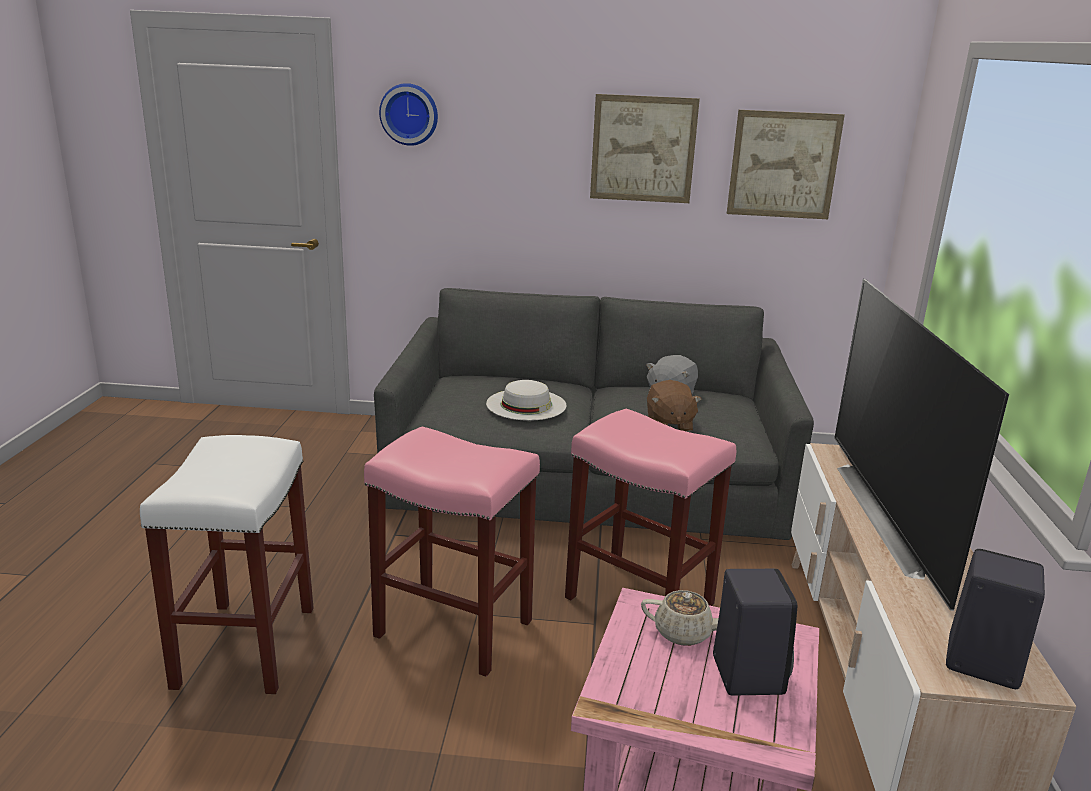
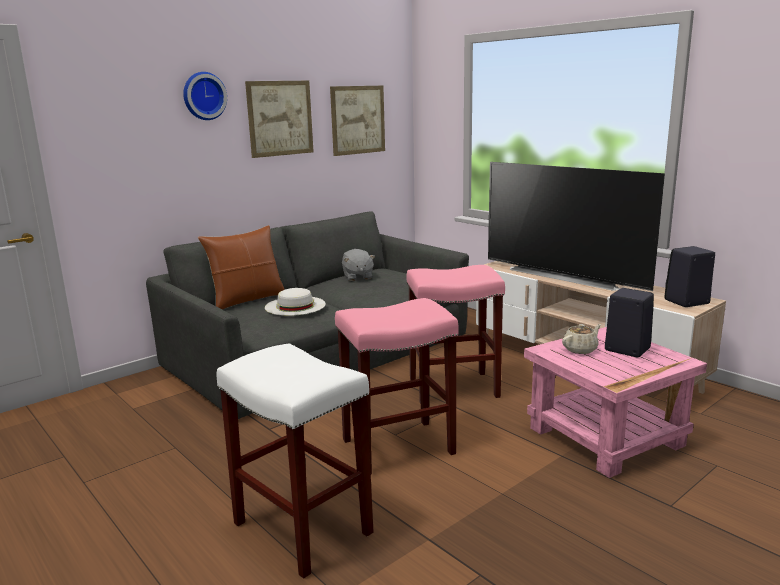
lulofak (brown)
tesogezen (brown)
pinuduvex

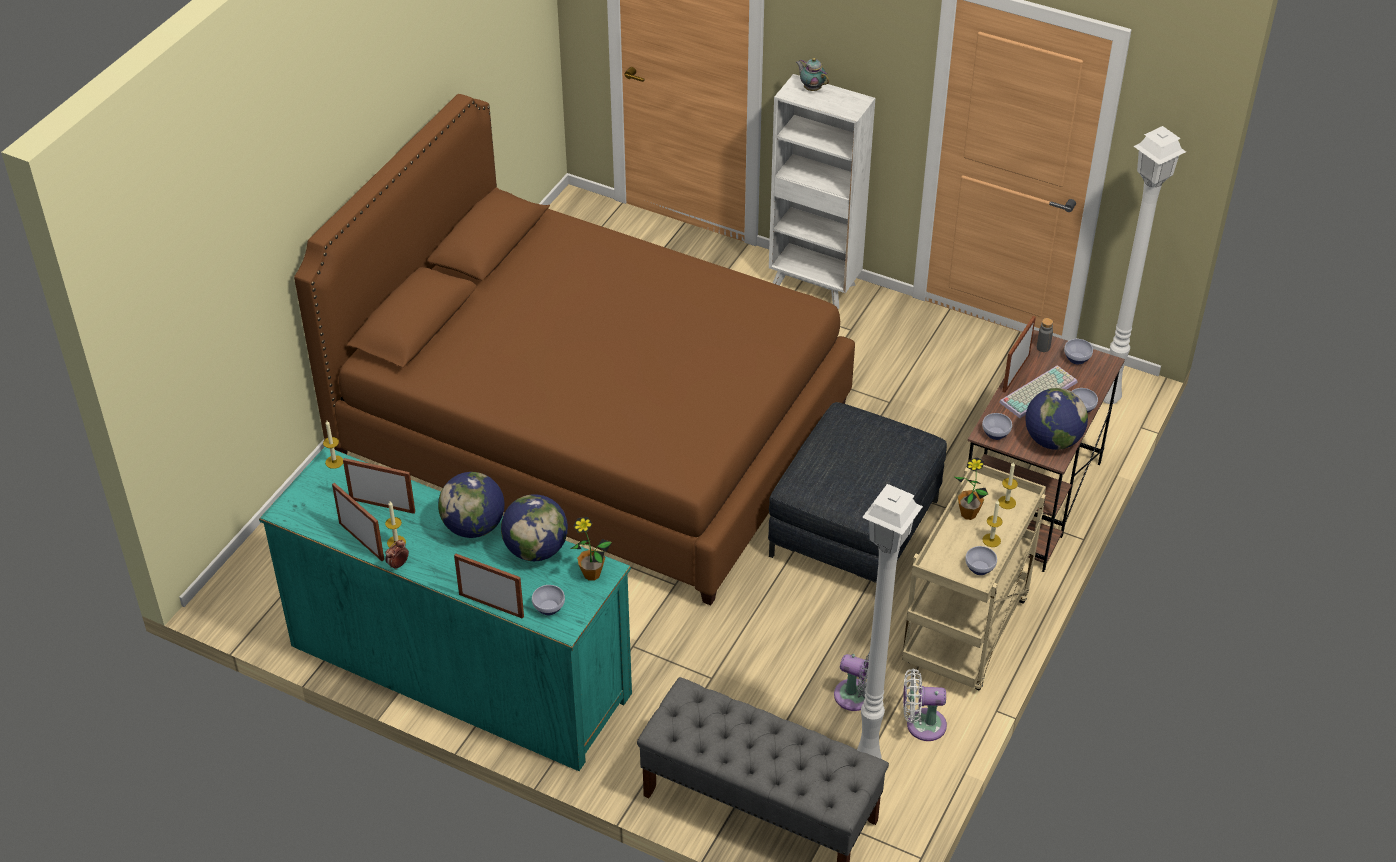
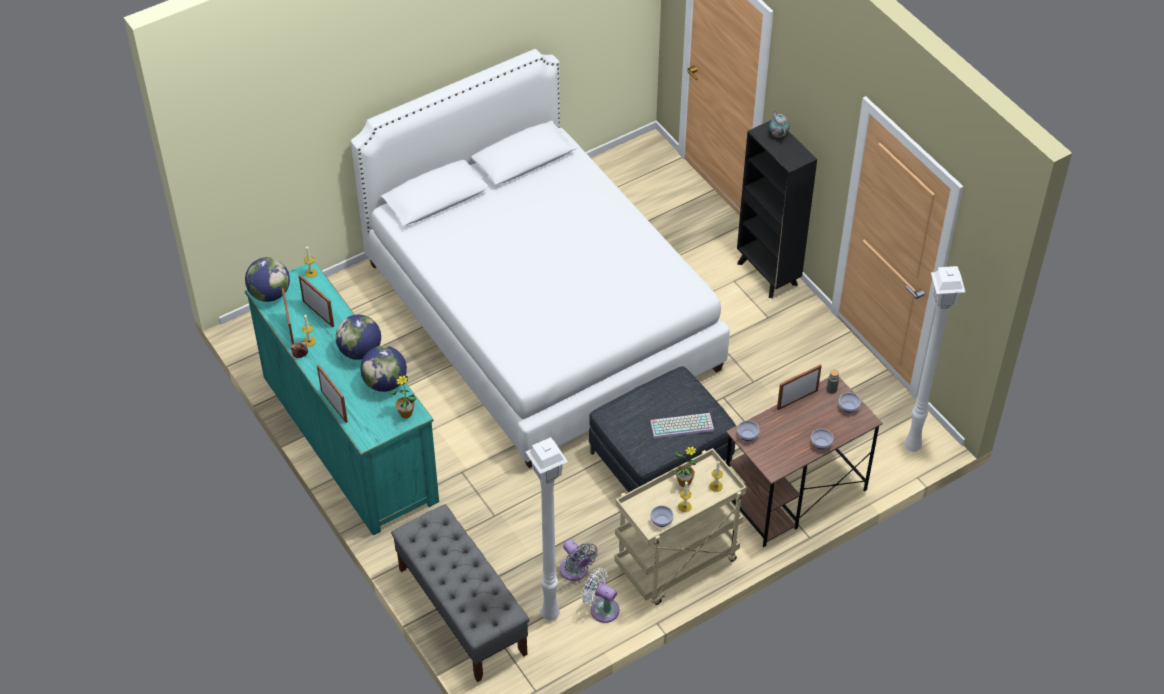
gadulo (1st from left in the first image)
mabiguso
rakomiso (1st from left)
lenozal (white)
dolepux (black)

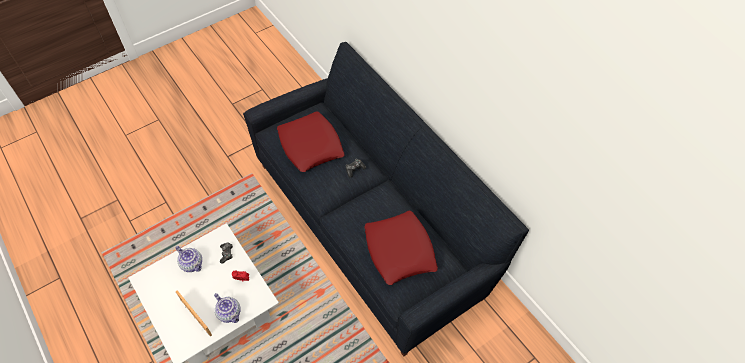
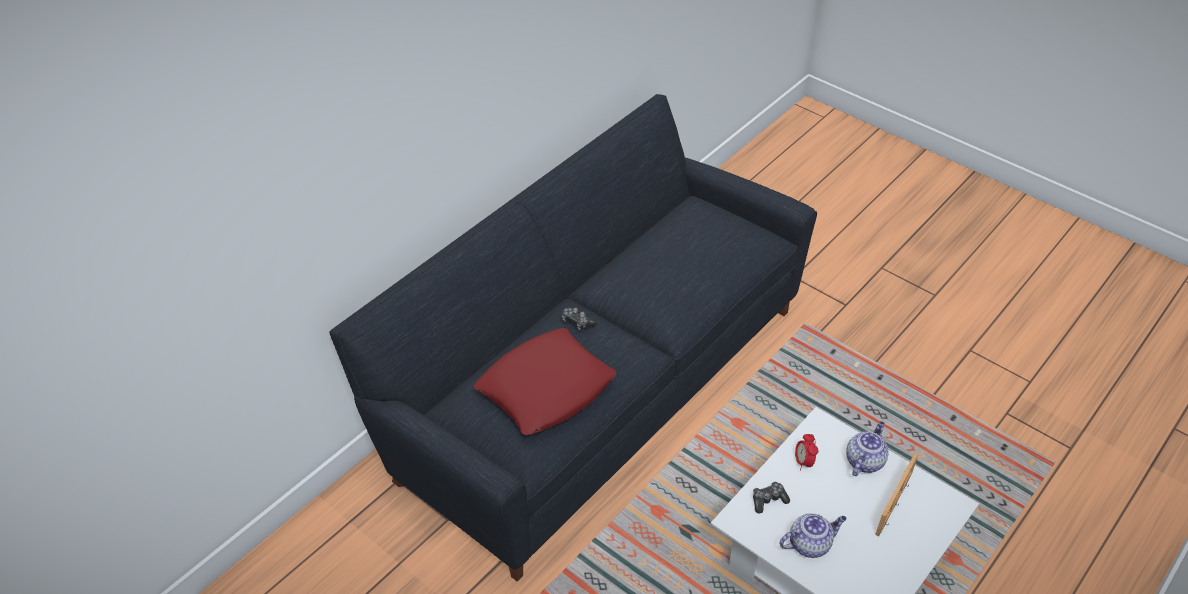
tesogezen (red) (2nd from left in the first image)
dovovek (1st from left)

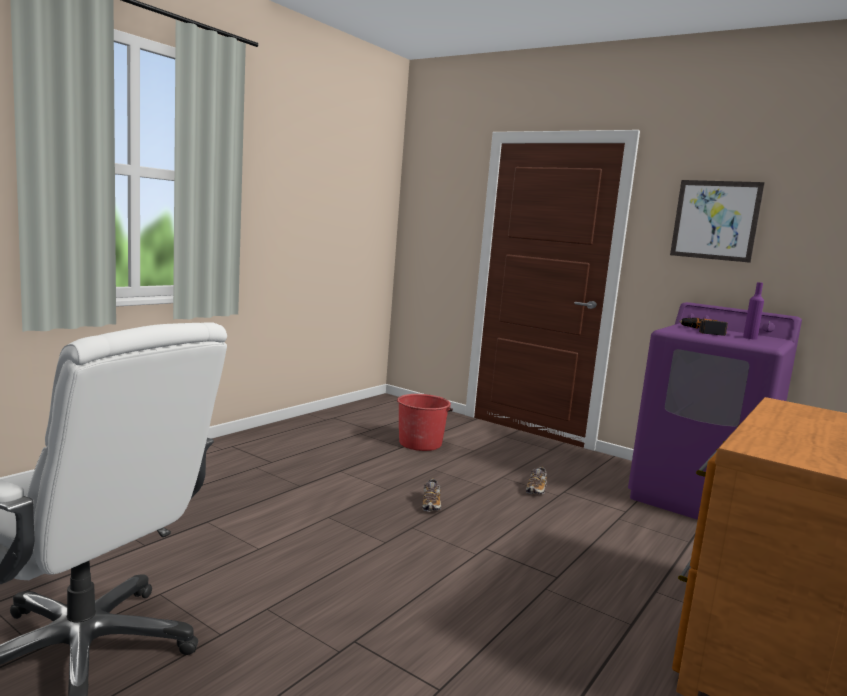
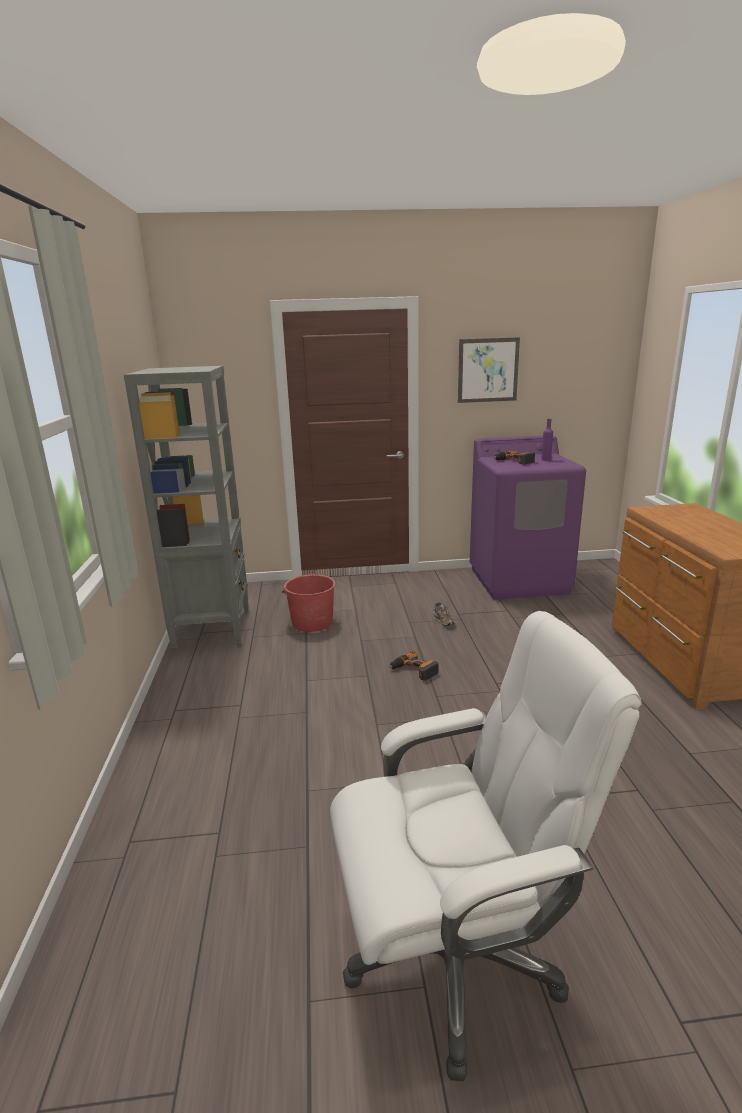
dolepux (grey)
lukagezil (1st from left)

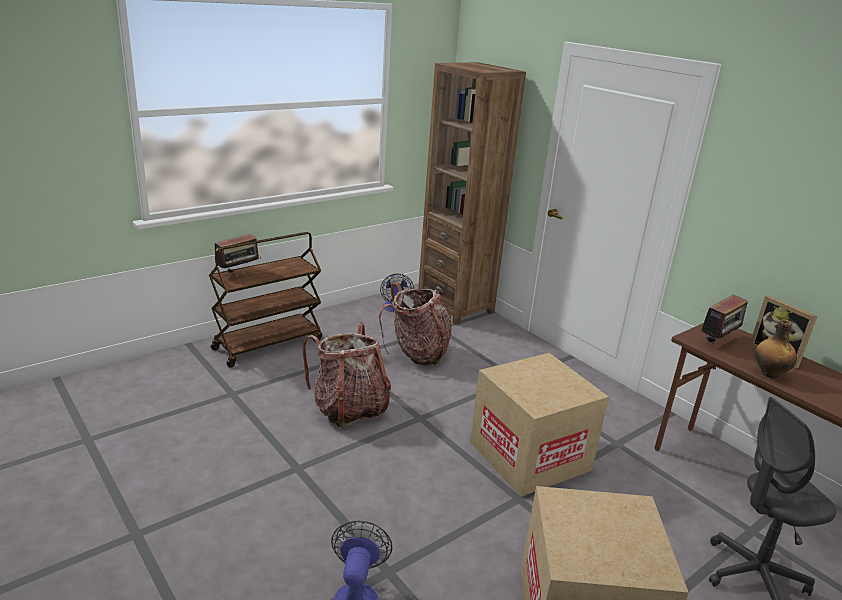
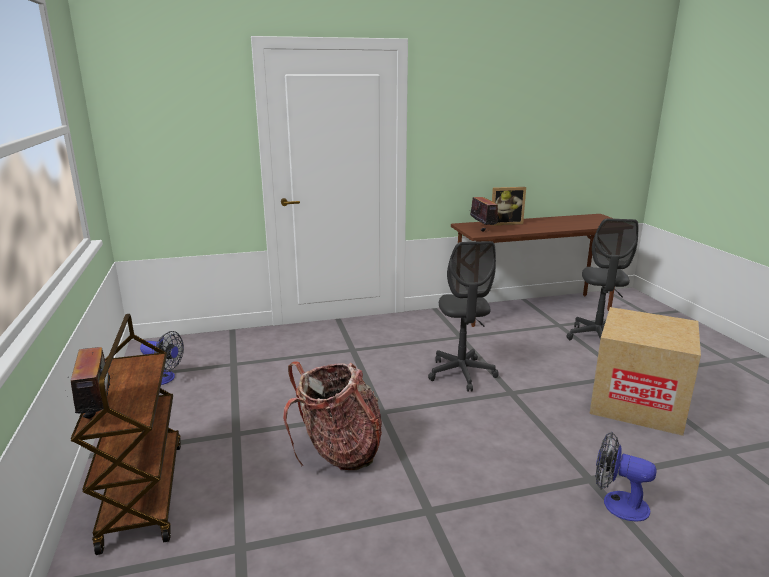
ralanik (2nd from left in the first image)
dolepux (brown)
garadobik
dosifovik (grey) (1st from left)

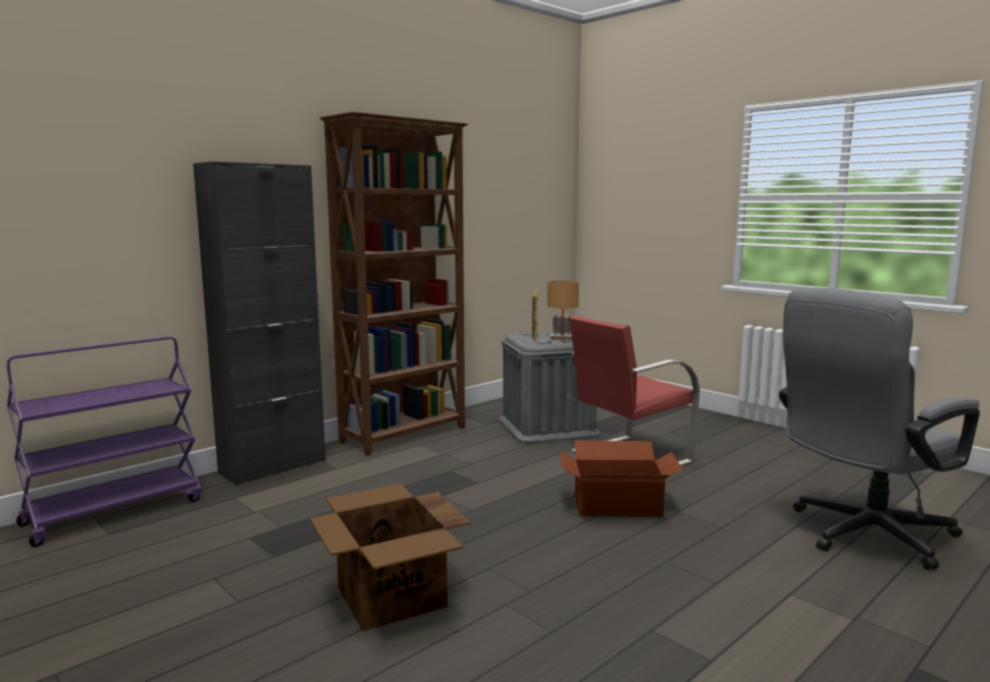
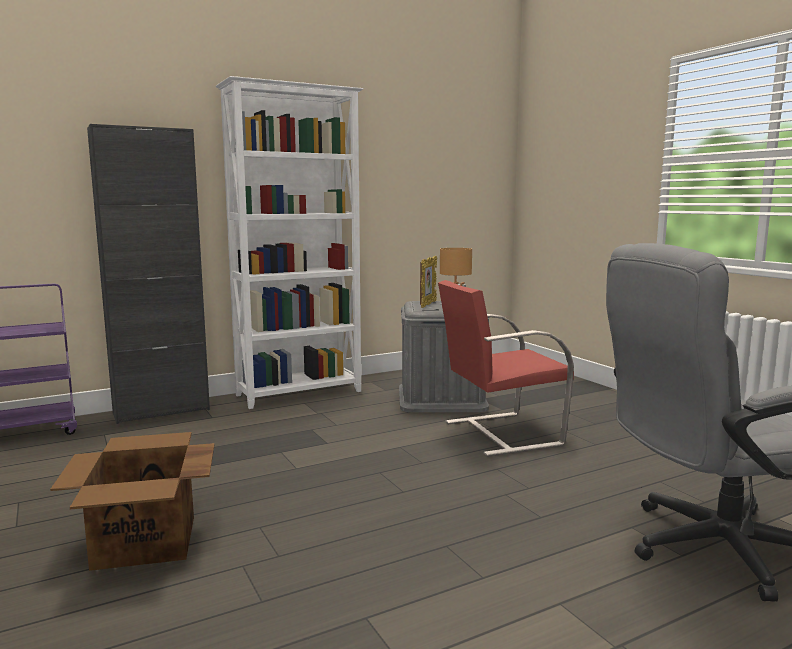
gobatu (2nd from left in the first image)
dolepux (white)

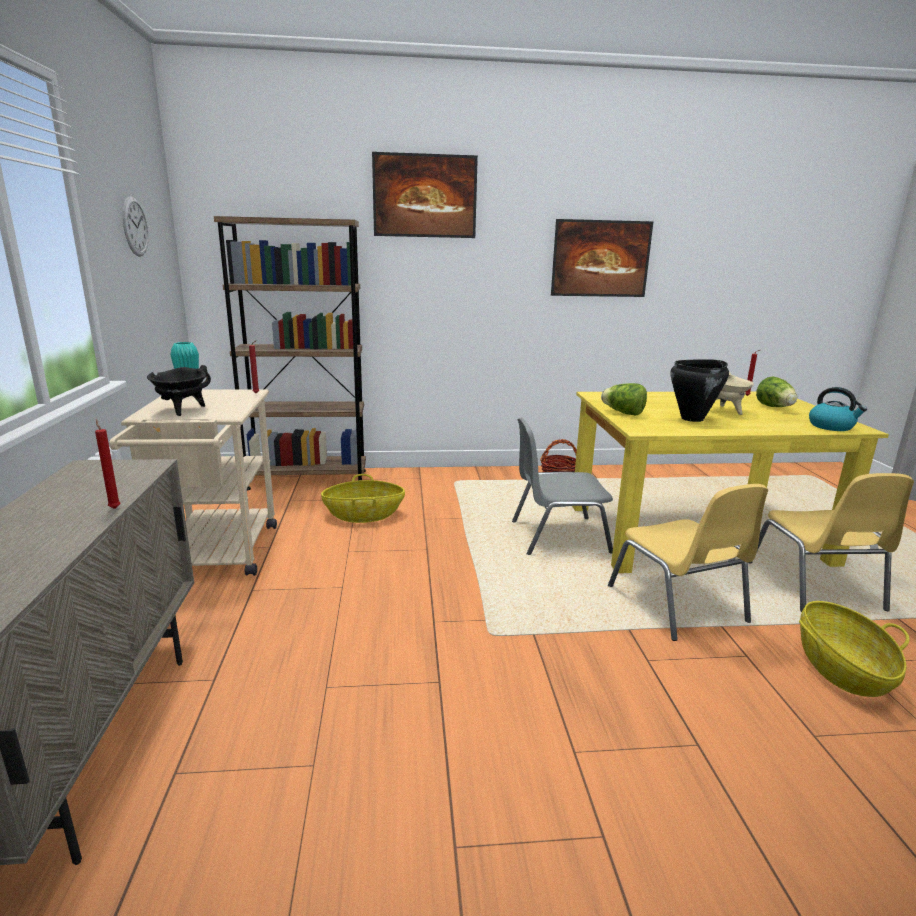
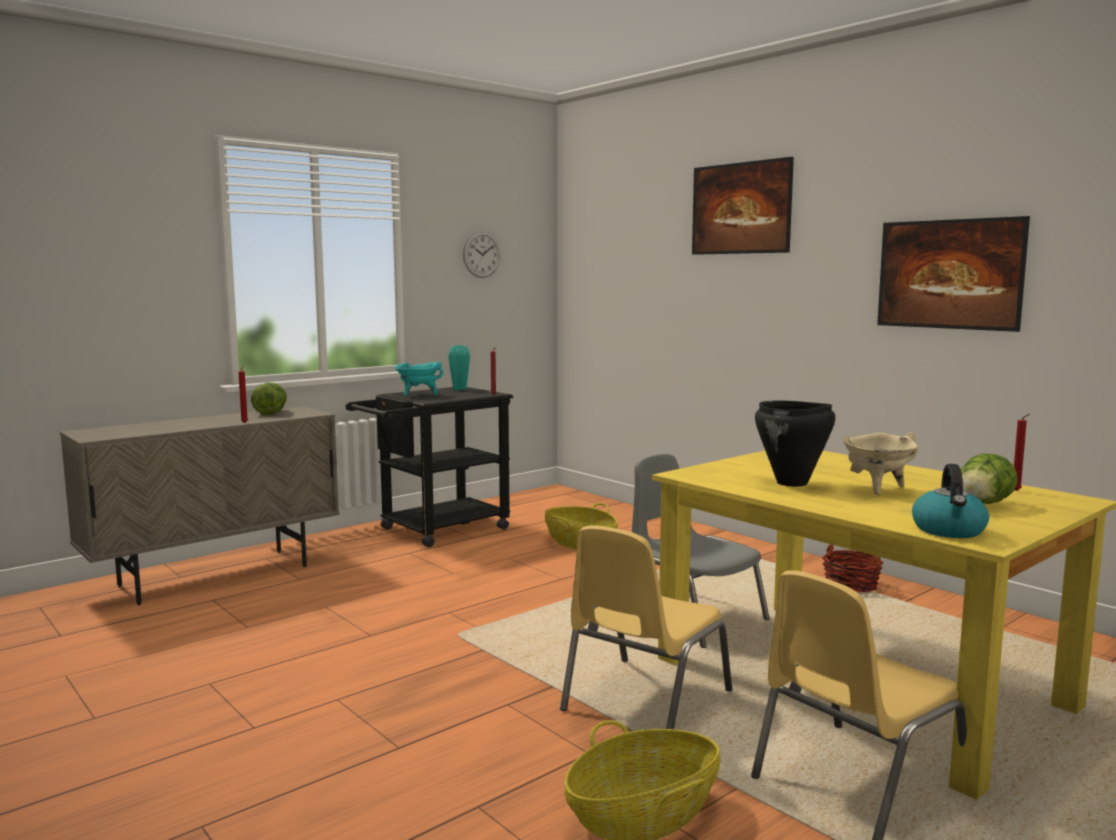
dolepux (brown)
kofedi (1st from left)
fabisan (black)
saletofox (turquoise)

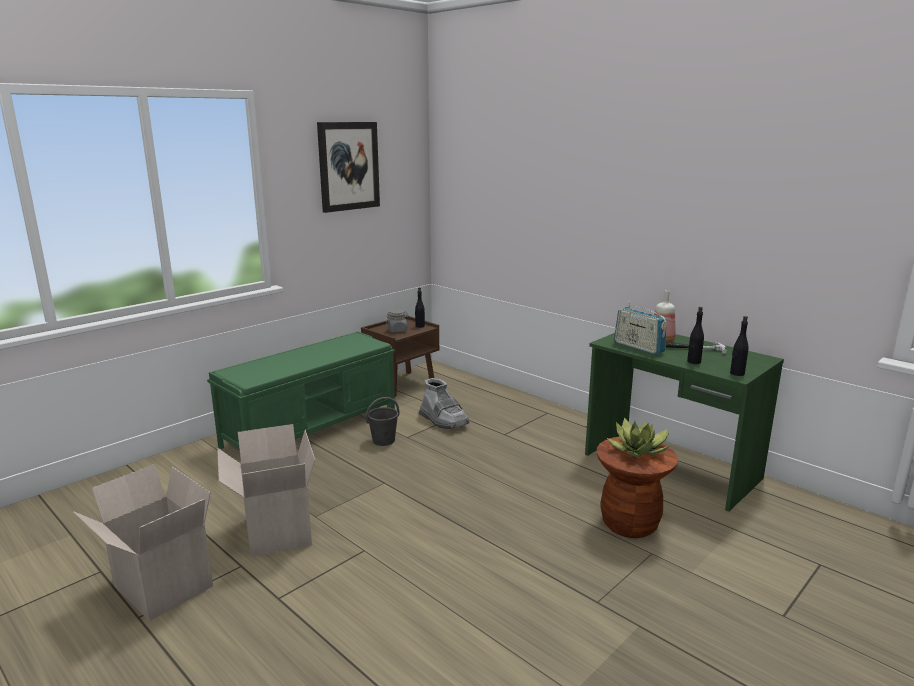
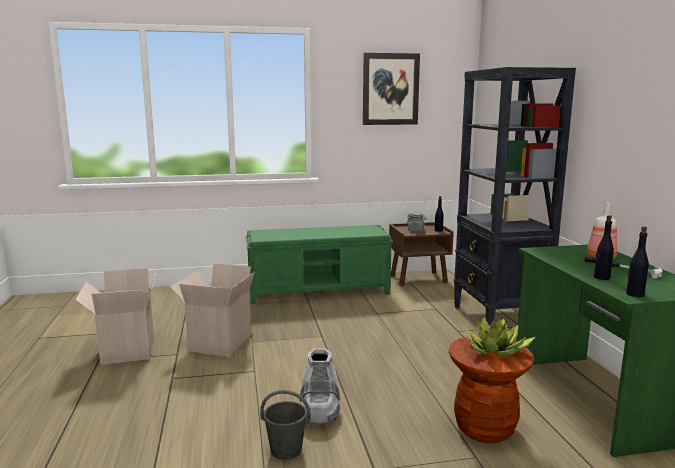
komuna
dolepux (black)
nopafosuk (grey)
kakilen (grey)

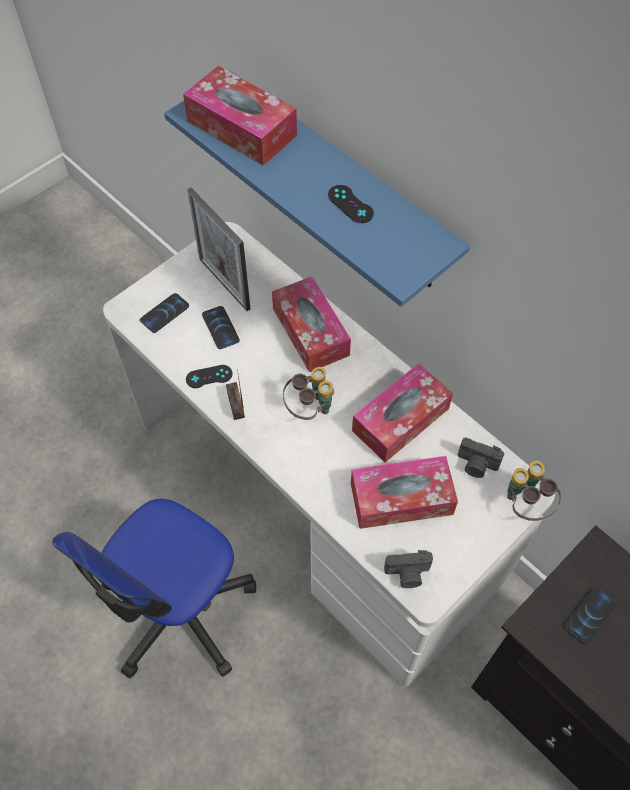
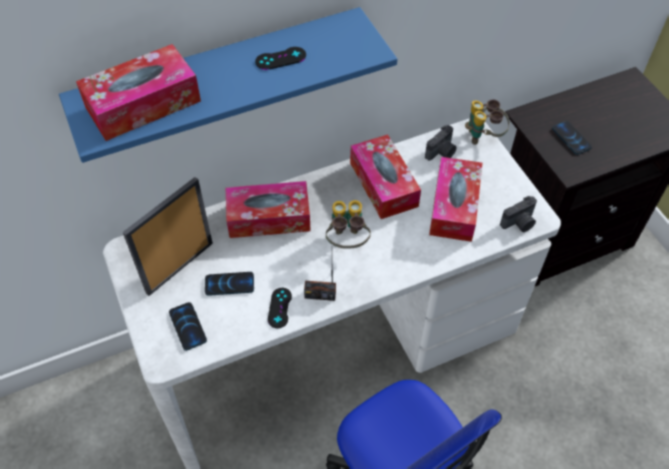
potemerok
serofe (2nd from left)

